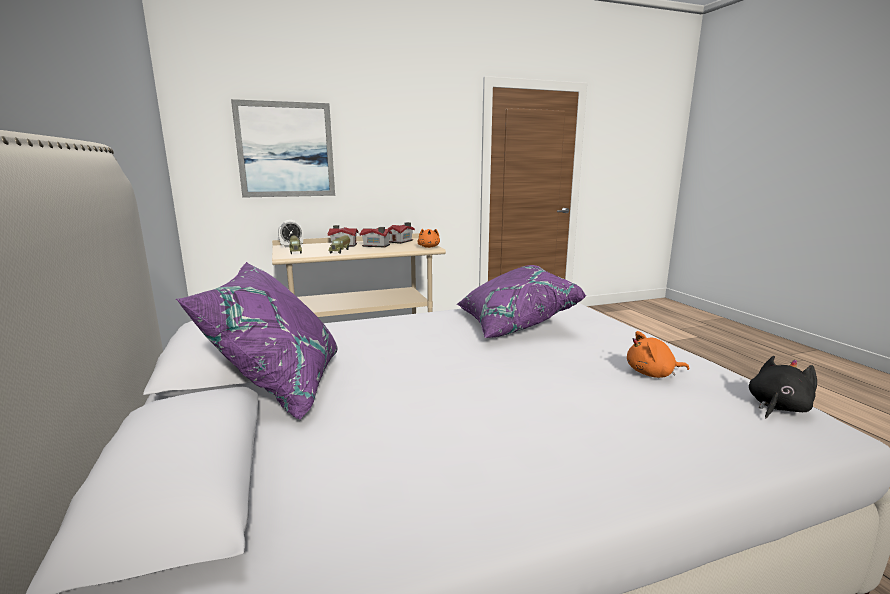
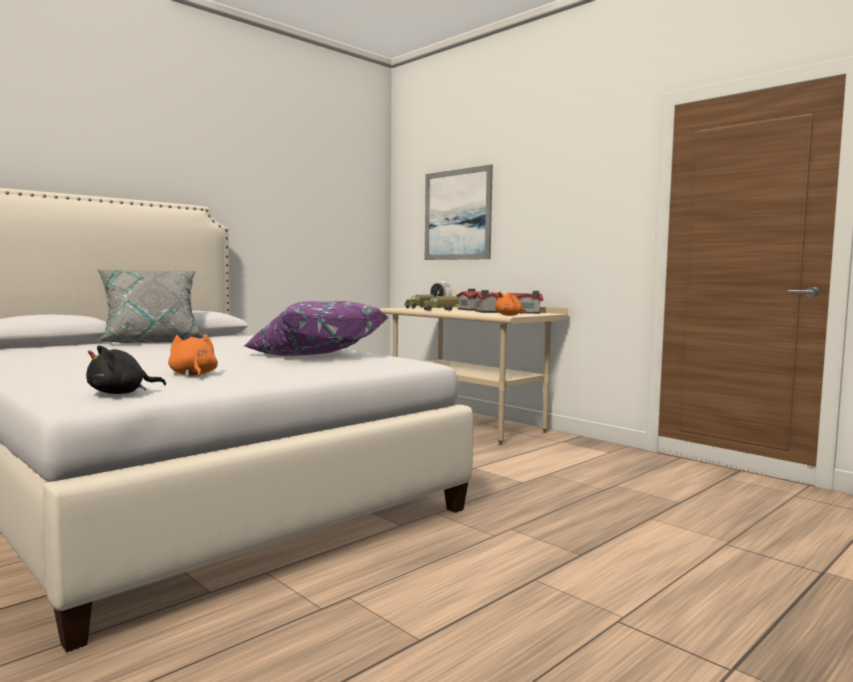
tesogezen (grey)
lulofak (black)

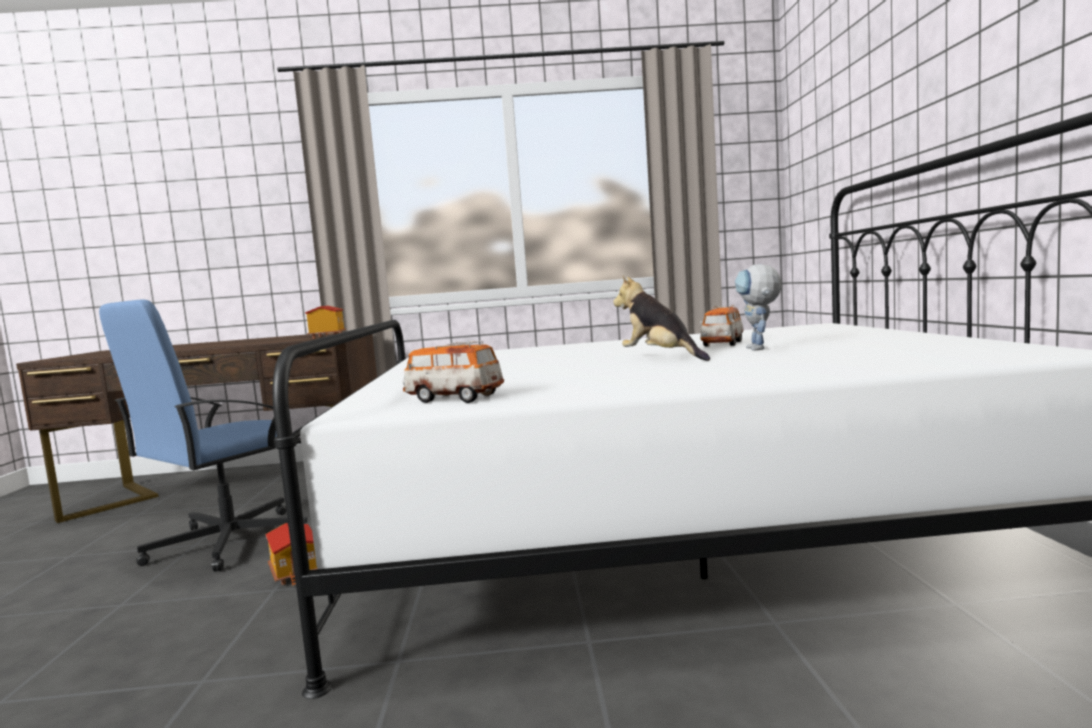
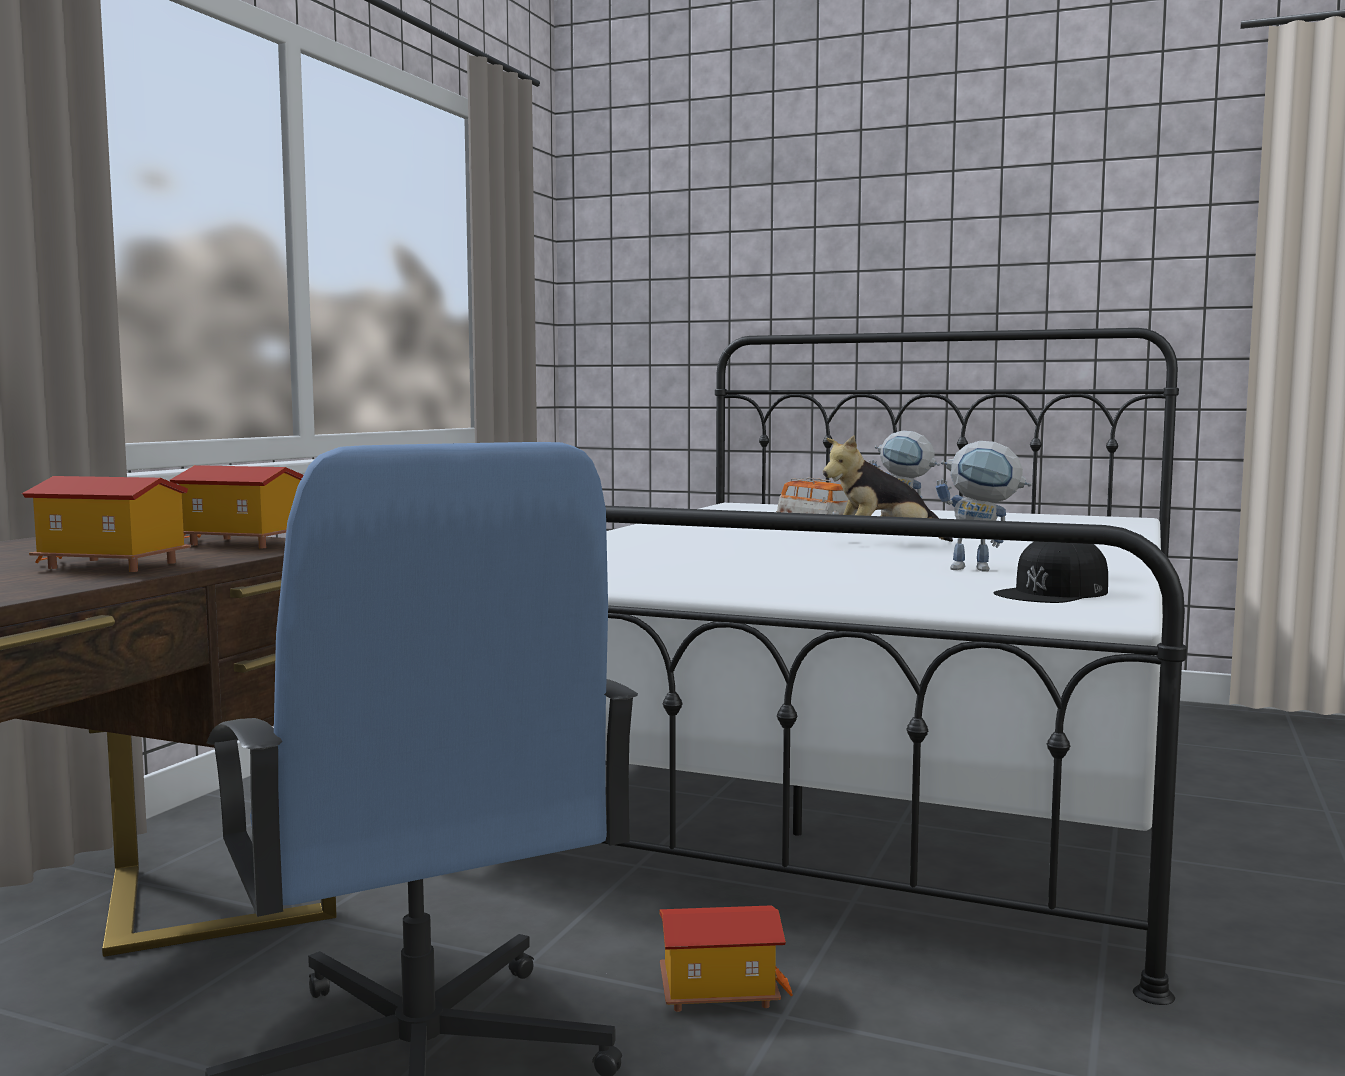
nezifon (1st from left)
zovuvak (2nd from left)
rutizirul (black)

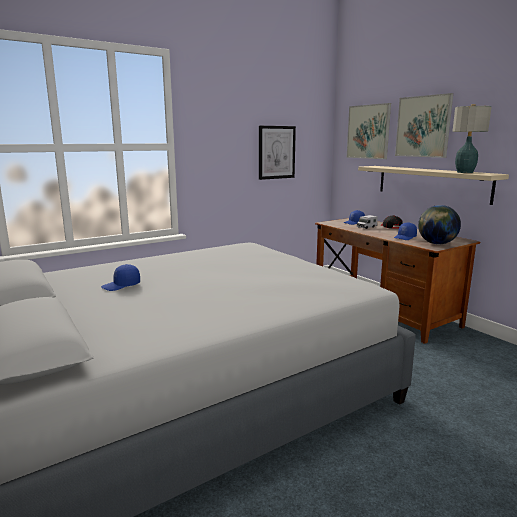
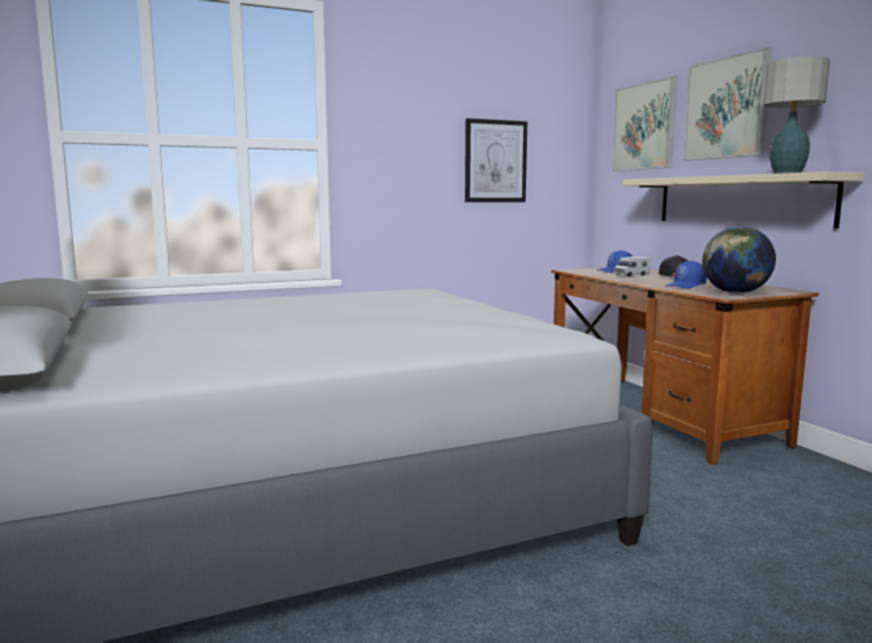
rutizirul (blue) (1st from left in the first image)

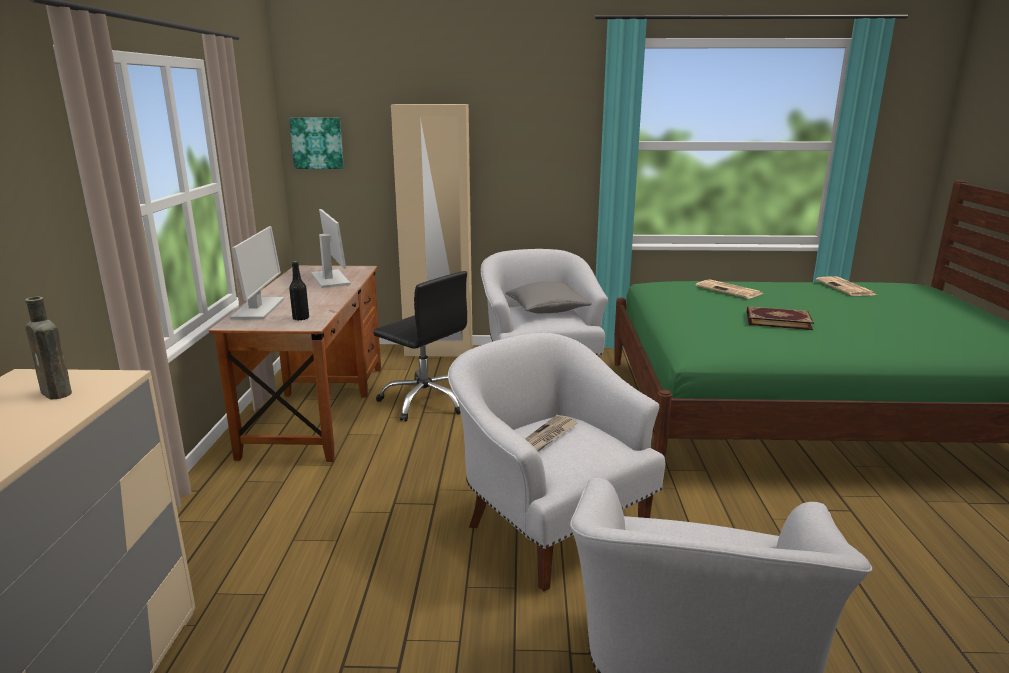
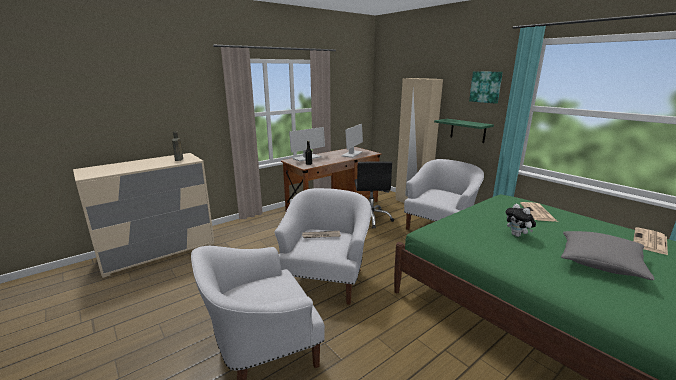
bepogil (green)
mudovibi
tesogezen (grey)
lulofak

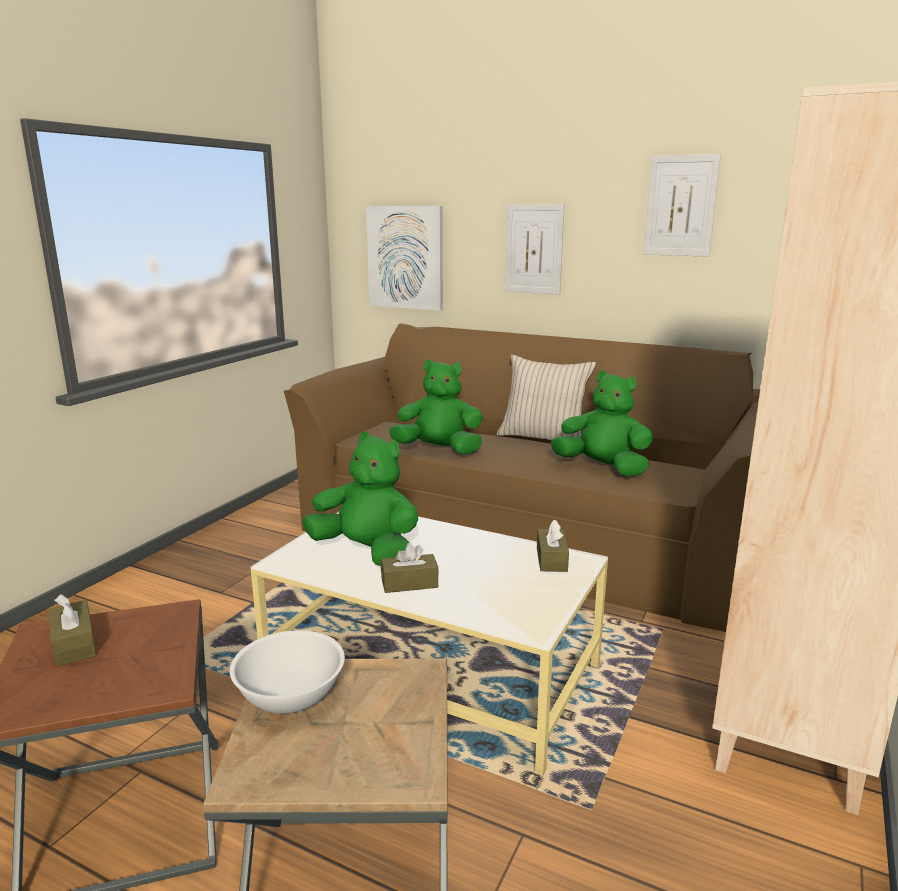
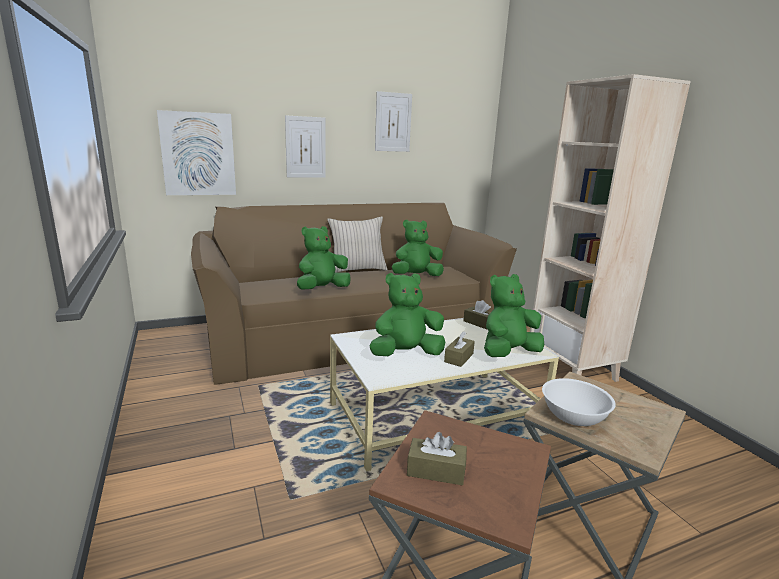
lulofak (green) (4th from left)

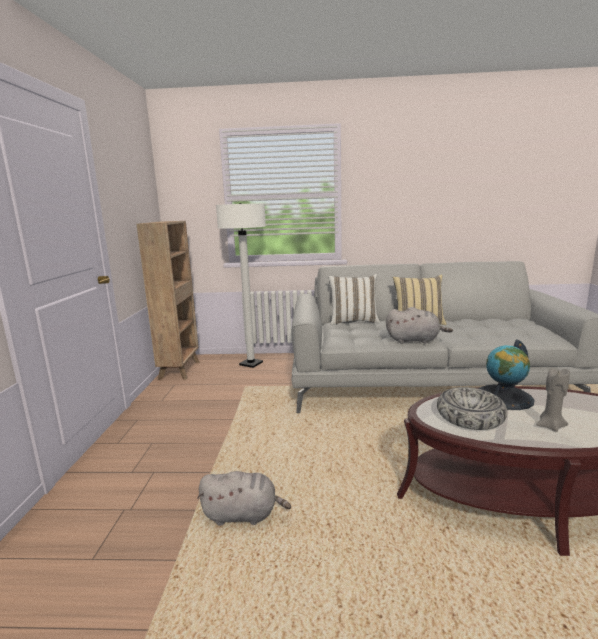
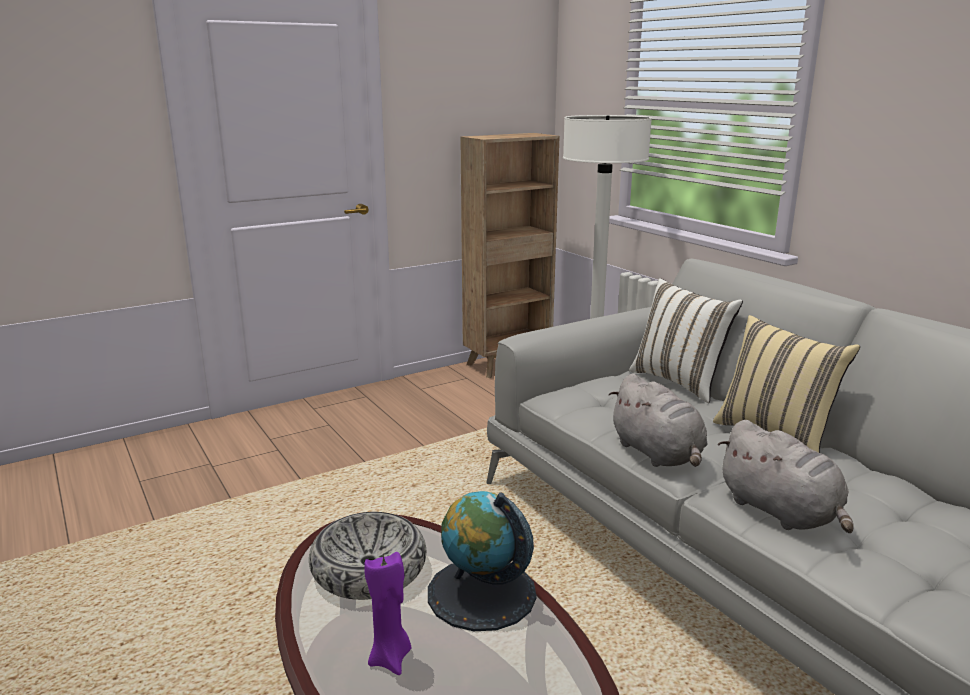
lulofak (grey) (2nd from left)
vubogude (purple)

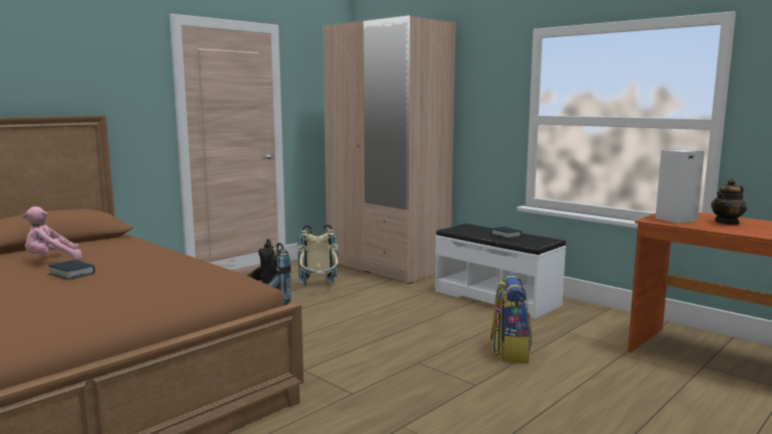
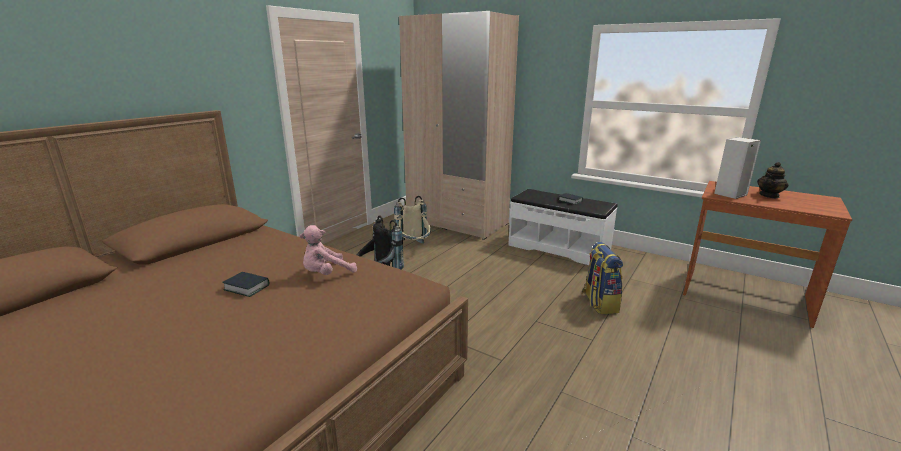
lulofak (pink)

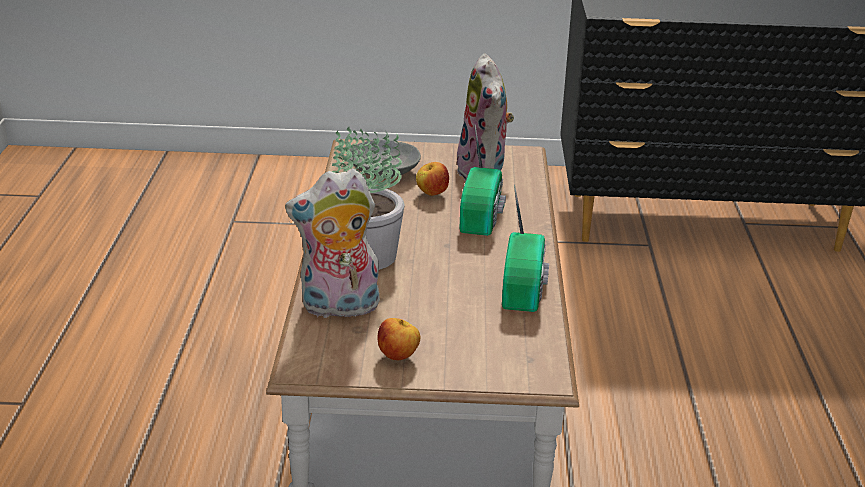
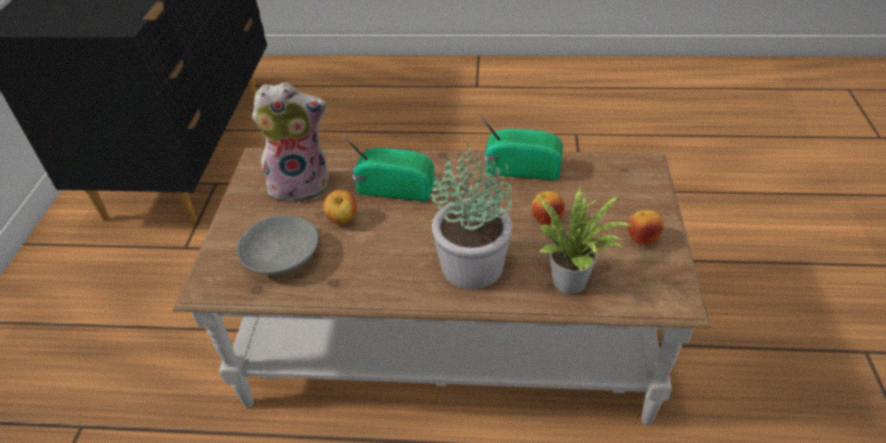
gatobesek (2nd from left)
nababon (2nd from left)

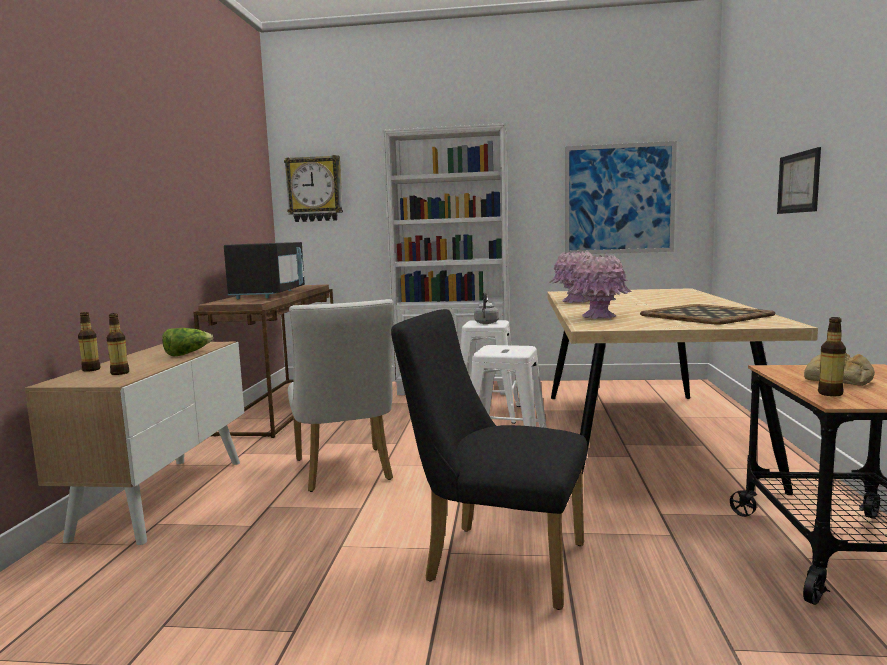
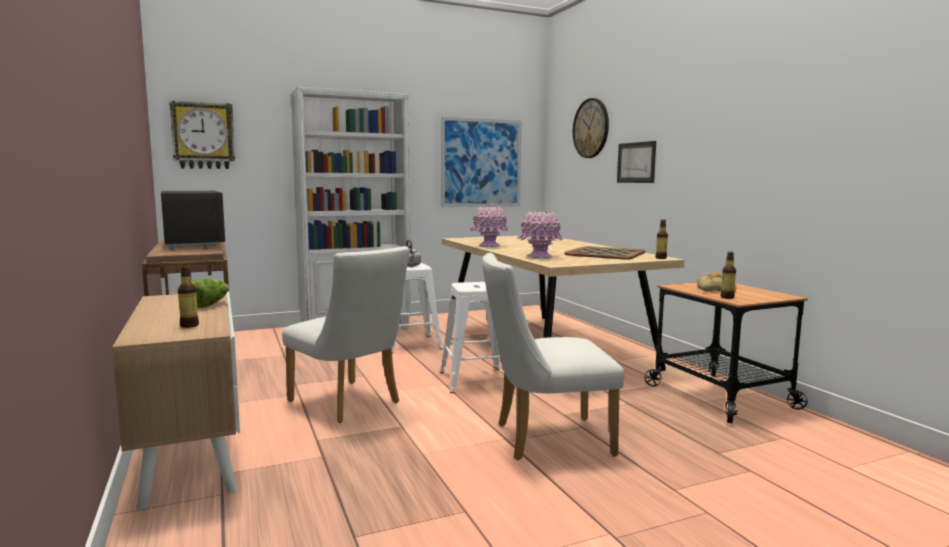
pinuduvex (2nd from left)
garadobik (2nd from left)
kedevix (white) (2nd from left)

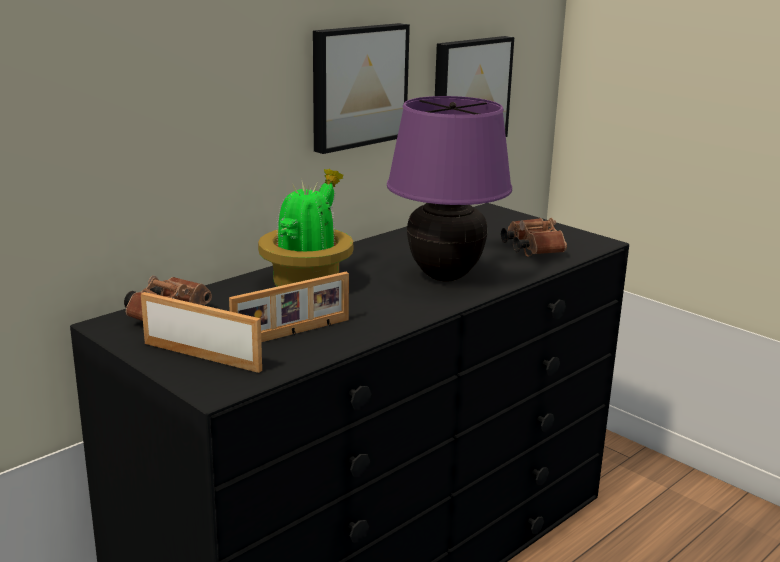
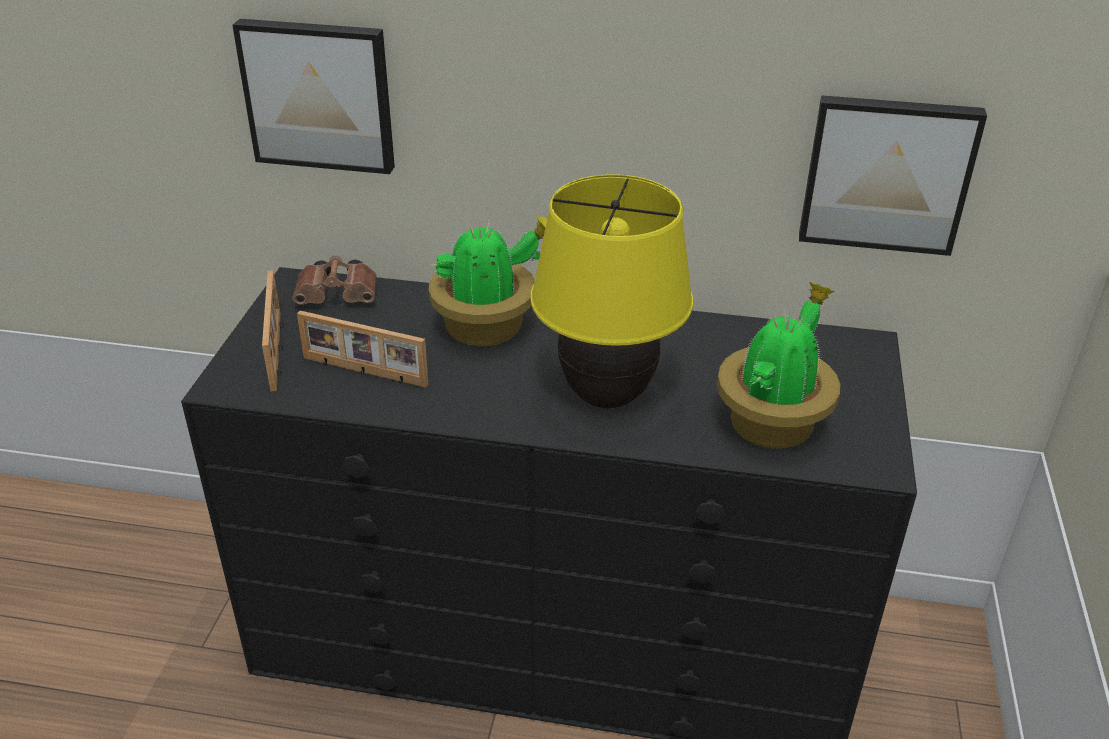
mudovibi (1st from left)
nababon (2nd from left)
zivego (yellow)

